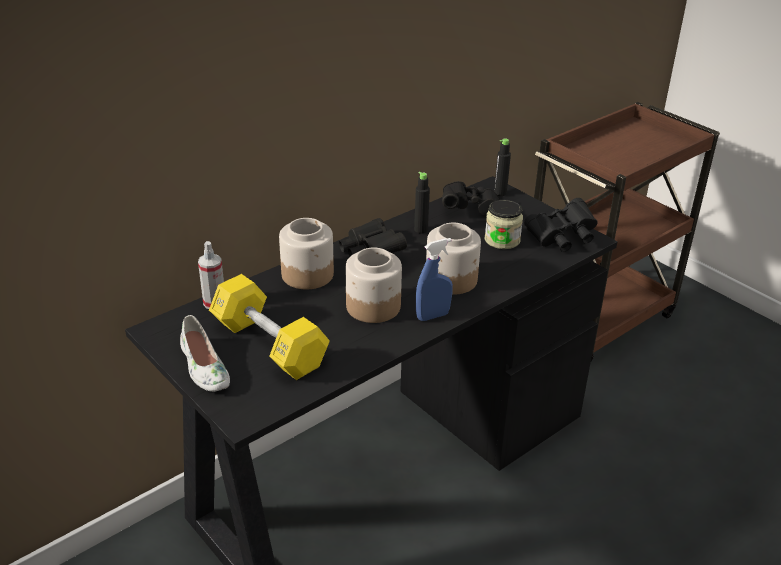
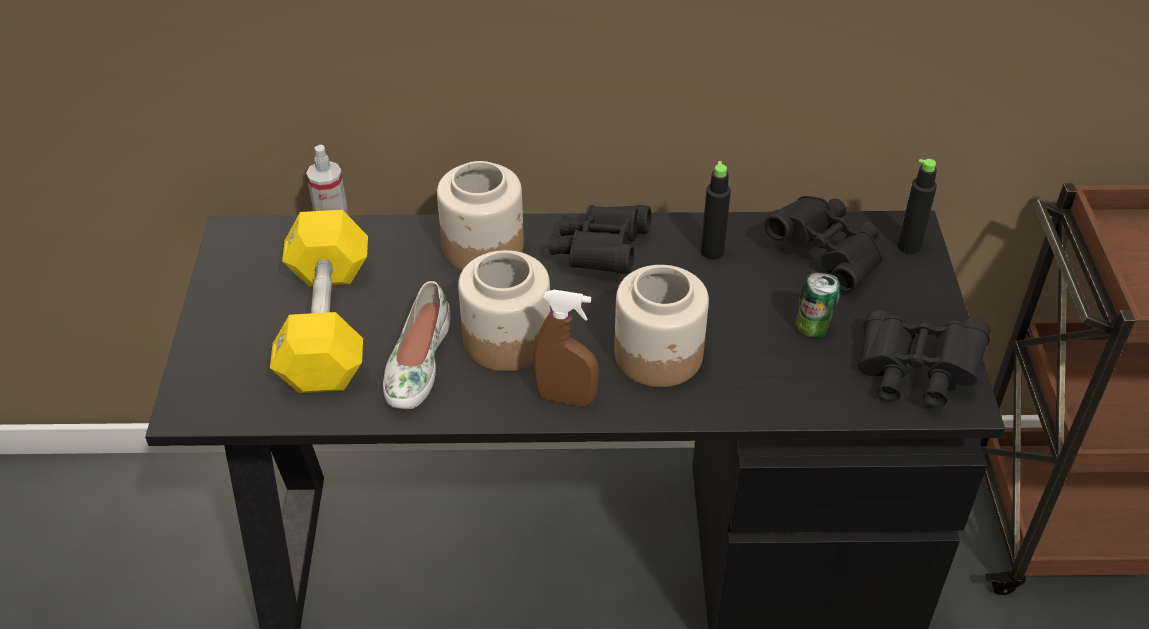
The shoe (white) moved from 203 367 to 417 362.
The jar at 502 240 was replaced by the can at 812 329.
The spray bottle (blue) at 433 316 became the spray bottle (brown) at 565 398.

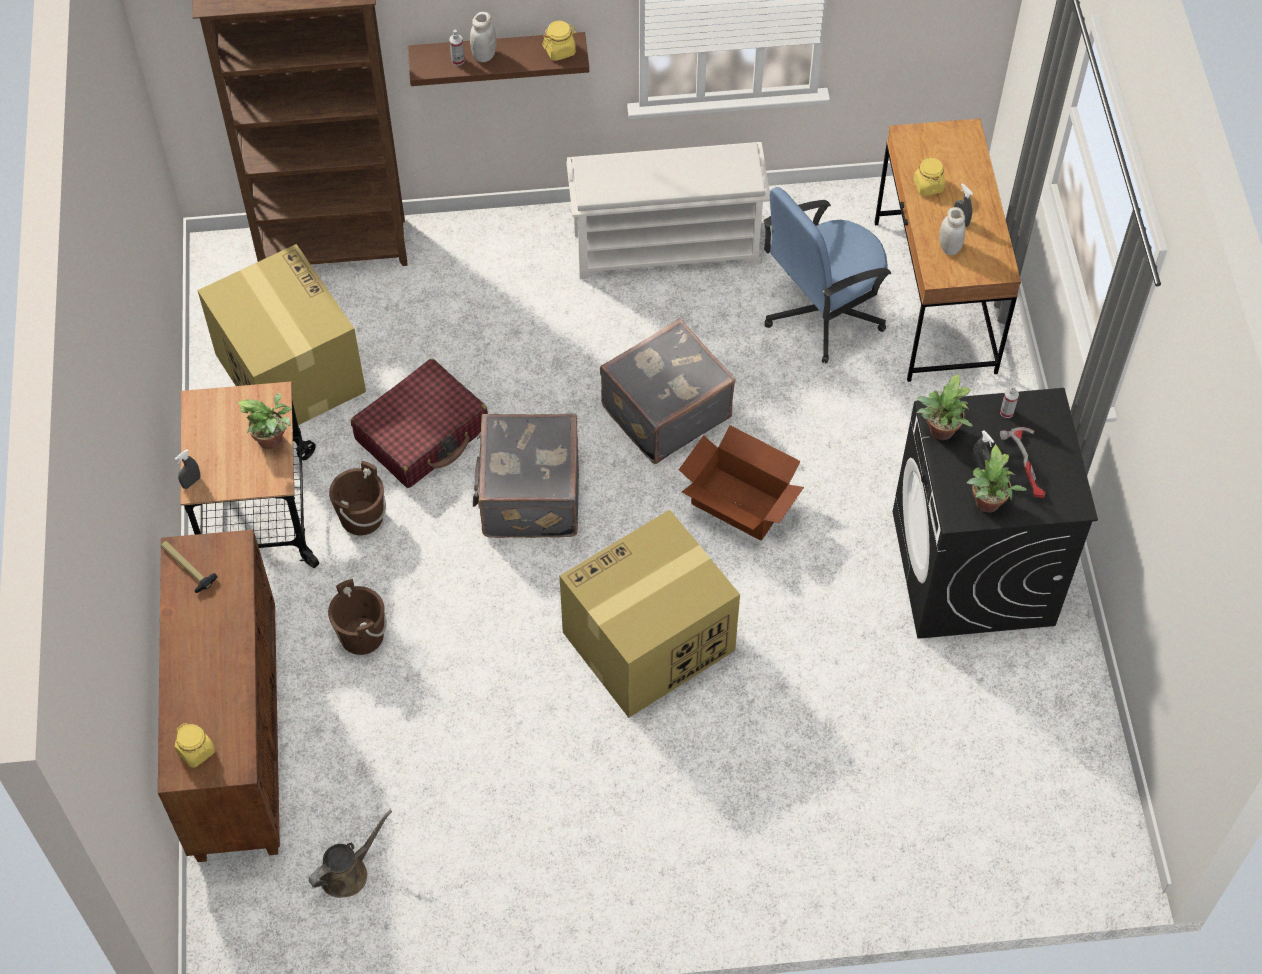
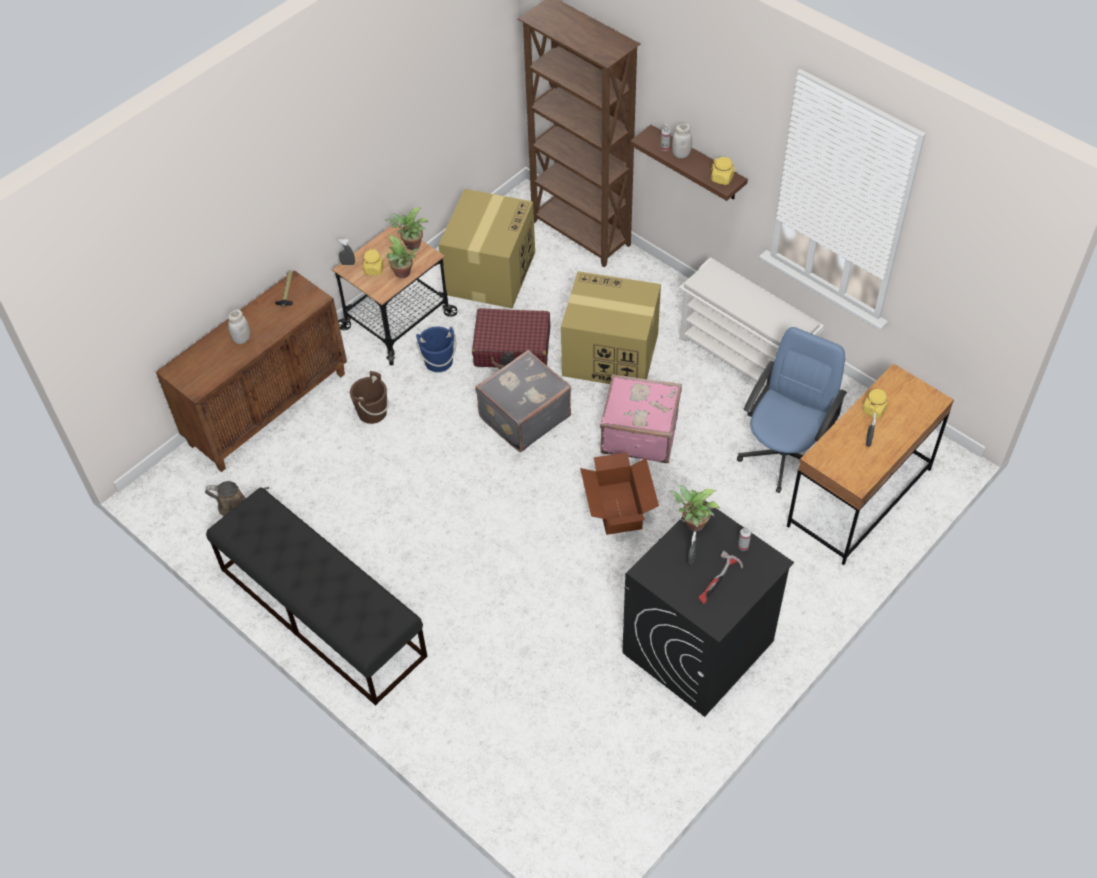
The bench (black) at 321 612 appeared.
The jar (yellow) moved from 196 751 to 374 270.
The cardboard box moved from 647 643 to 609 355.
The jar (white) moved from 949 247 to 242 339.
The potted plant moved from 987 505 to 411 245.
The bucket (brown) at 361 517 became the bucket (blue) at 438 361.
The suitcase (grey) at 664 411 became the suitcase (pink) at 639 433.
The office chair (blue) at 822 313 turned 105 degrees clockwise.

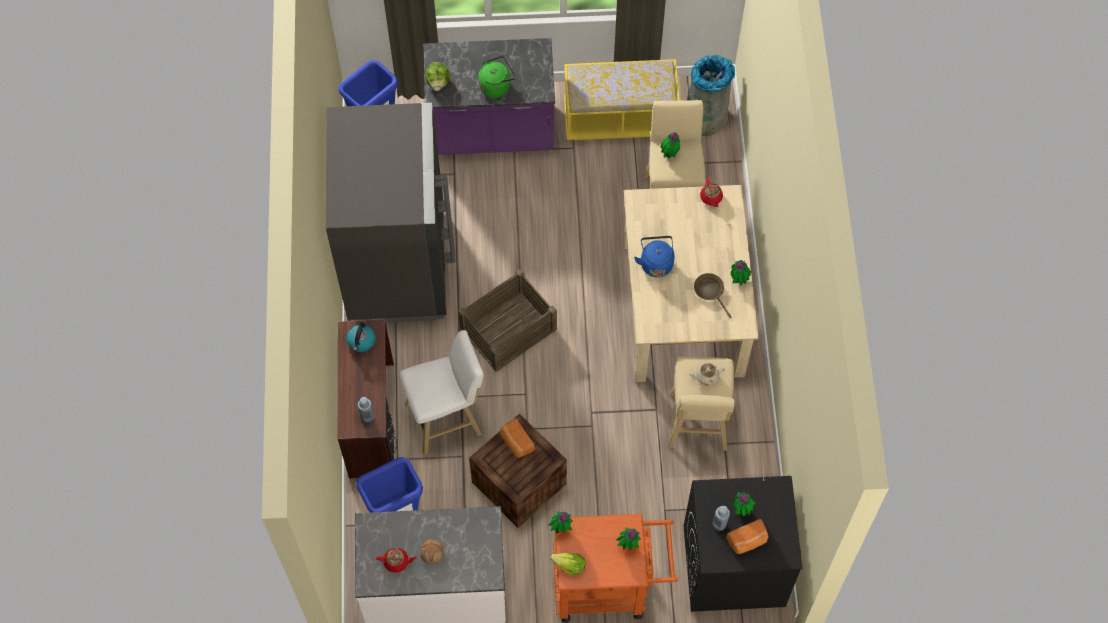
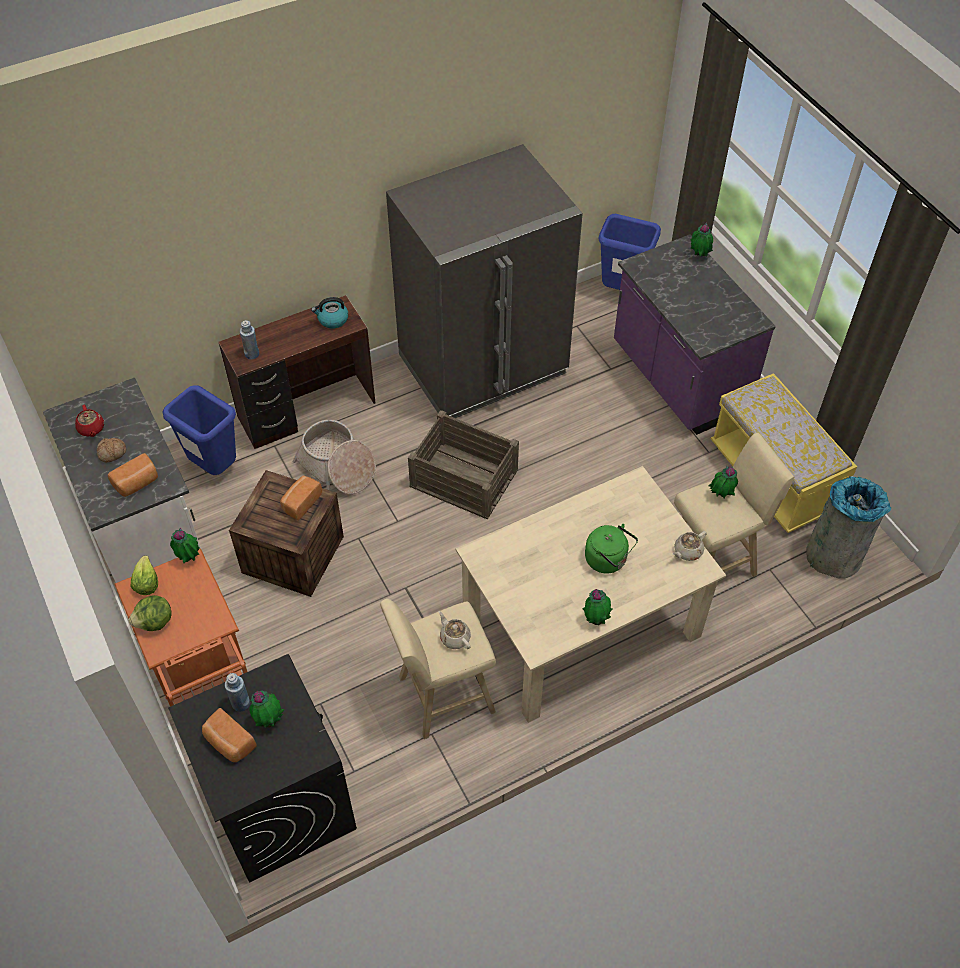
The kettle (blue) at 656 263 disappeared.
The frying pan (brown) at 710 291 disappeared.
The bread at 137 483 appeared.
The lettuce moved from 438 82 to 155 622.
The kettle (green) moved from 496 85 to 608 560.
The potted plant moved from 628 545 to 699 256.
The stool (white) at 447 418 was replaced by the basket at 337 467.
The teapot (red) at 711 198 became the teapot (beige) at 687 551.

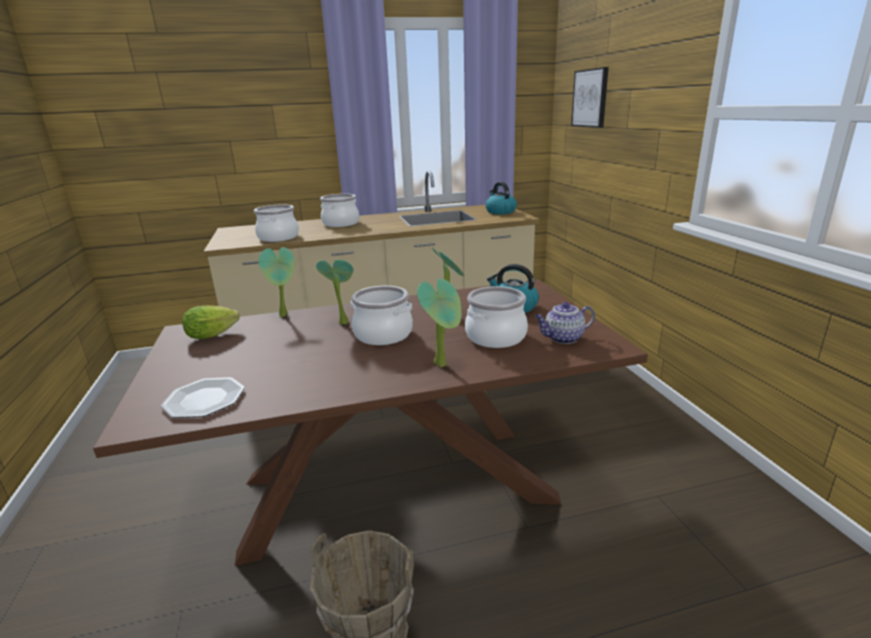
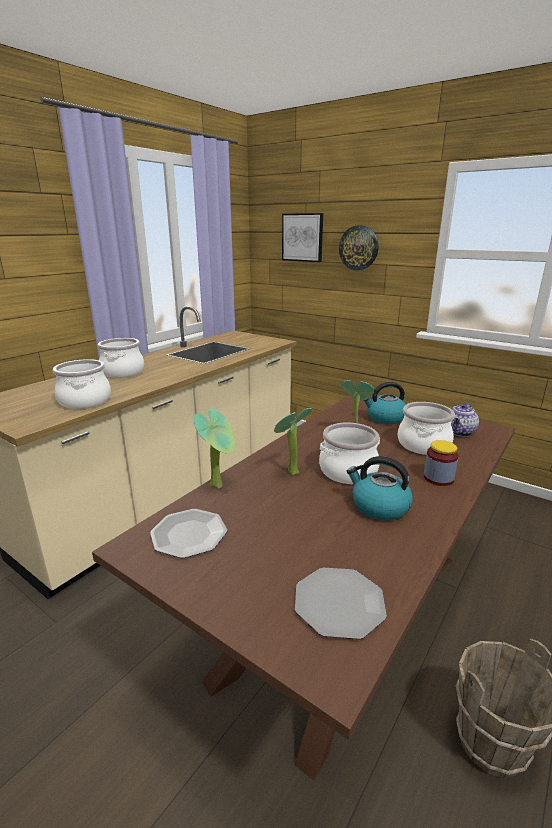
The wall clock at 358 248 appeared.
The kettle moved from 500 211 to 379 506.
The lettuce at 215 335 was replaced by the plate at 188 534.
The potted plant at 443 364 was replaced by the jar at 438 478.

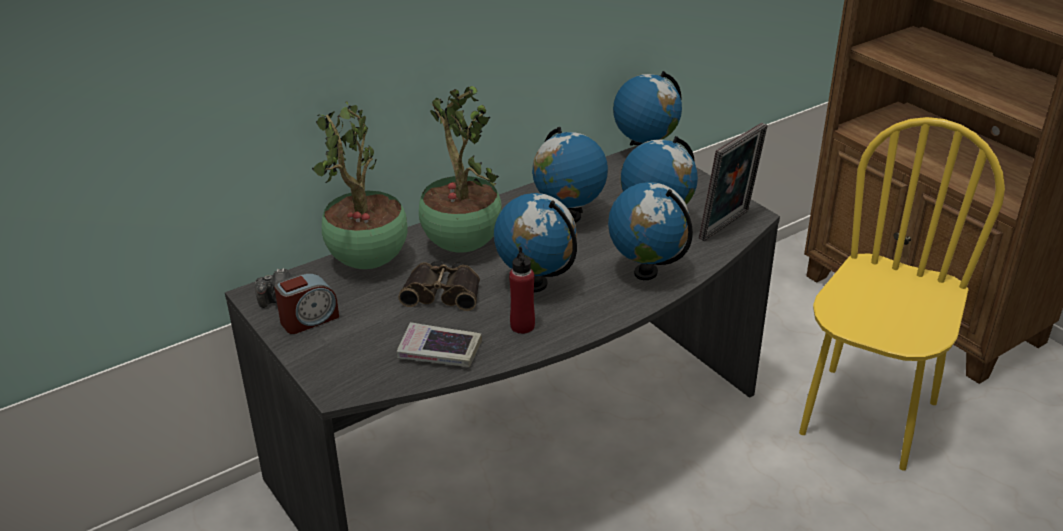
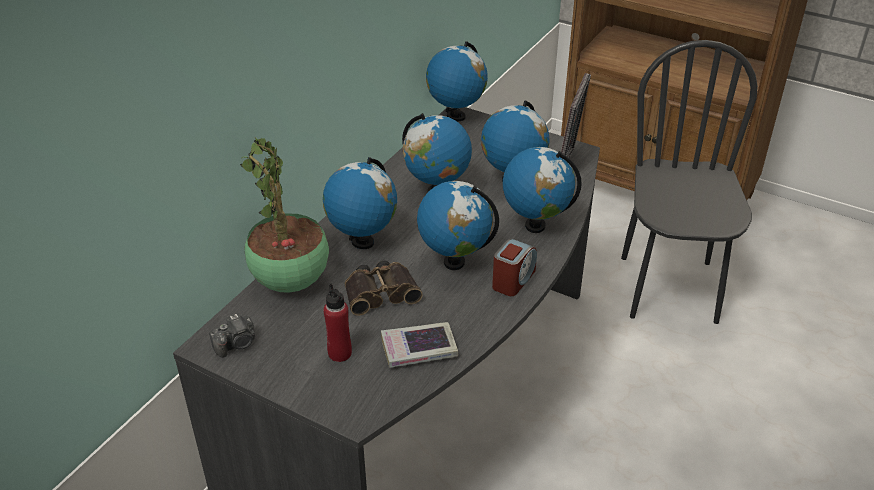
The alarm clock moved from 309 319 to 513 280.
The bottle (red) moved from 522 326 to 340 353.
The potted plant at 460 244 was replaced by the globe at 362 242.
The chair (yellow) at 867 417 became the chair (black) at 669 289.

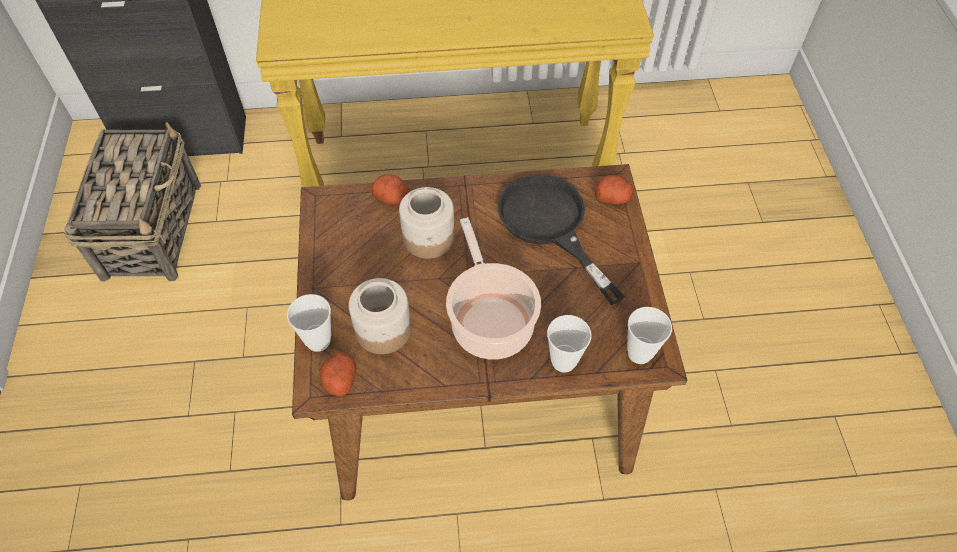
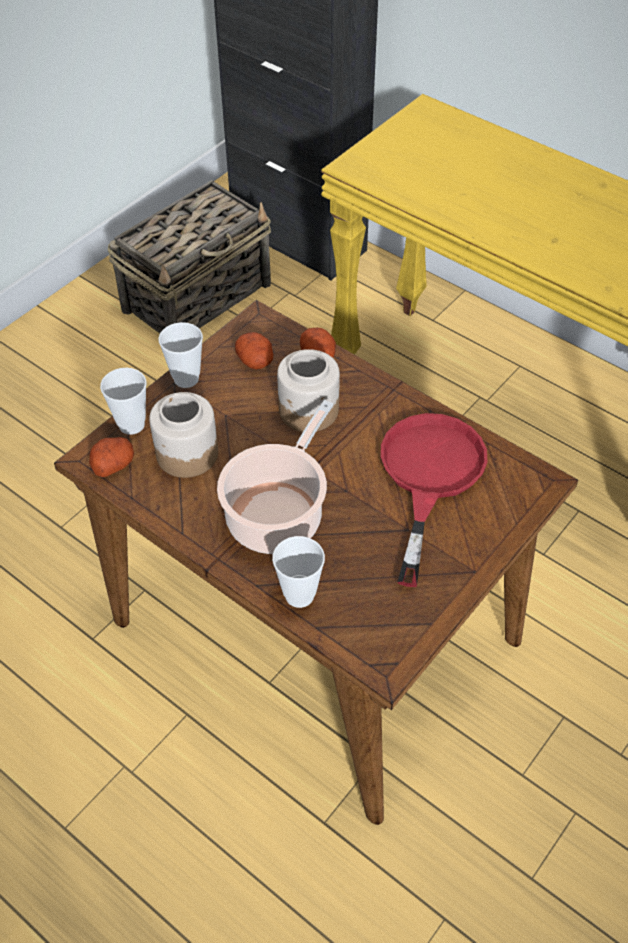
The potato moved from 613 197 to 256 361.
The cup moved from 639 353 to 186 379.
The frying pan (black) at 550 225 became the frying pan (red) at 428 477.

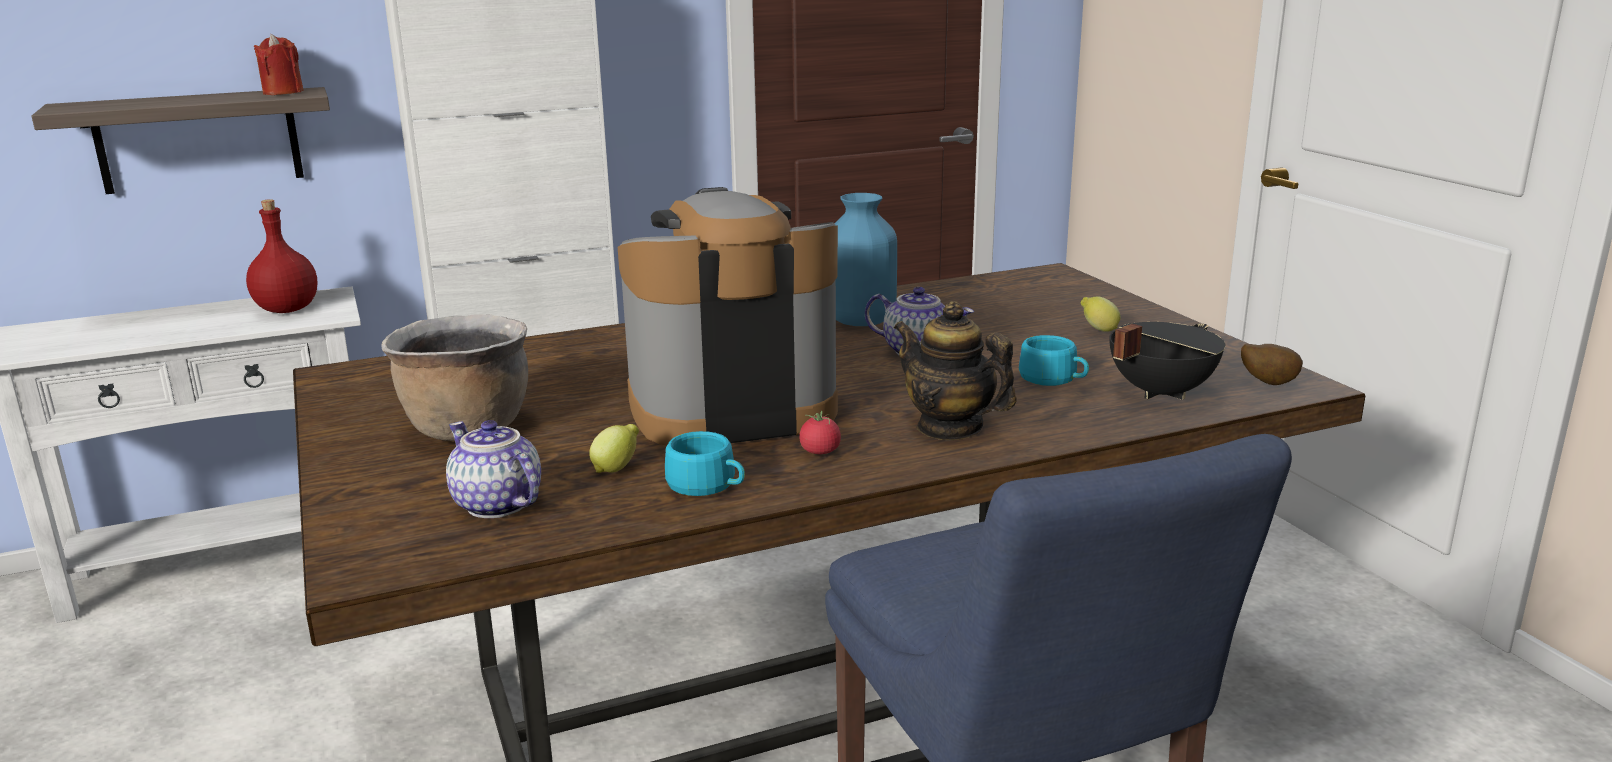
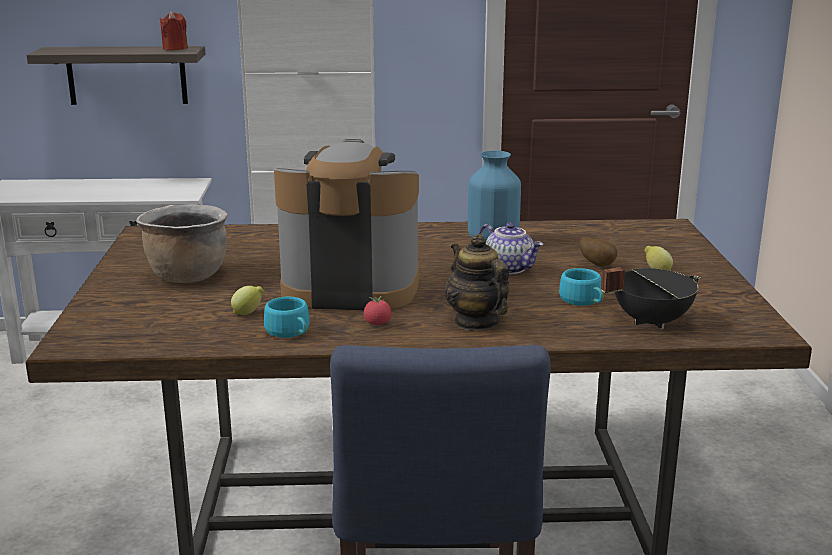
The bottle (red) at 287 309 disappeared.
The teapot at 495 505 disappeared.
The potato moved from 1267 383 to 598 264.

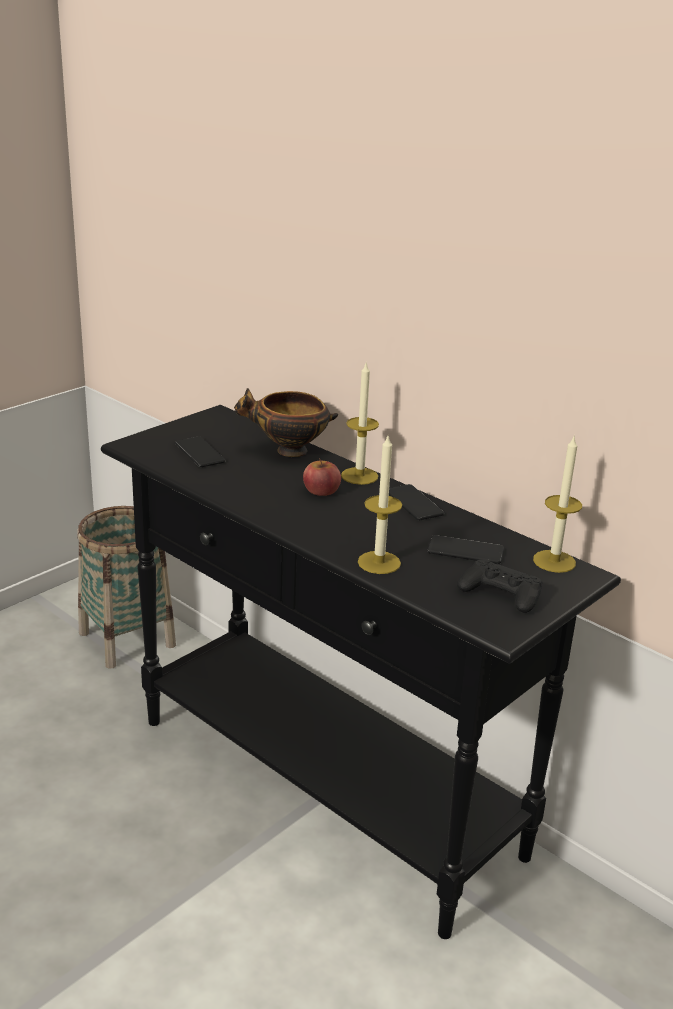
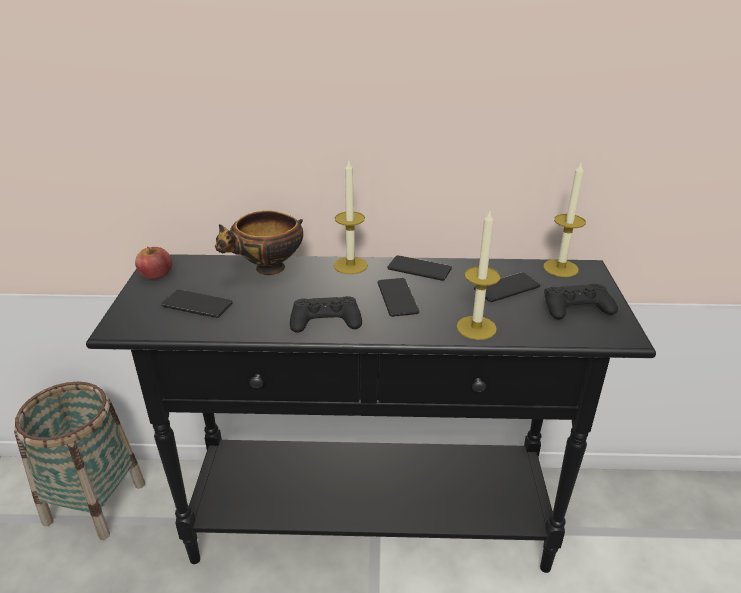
The game controller (black) at 325 321 appeared.
The phone at 397 298 appeared.
The apple moved from 321 490 to 156 273.

